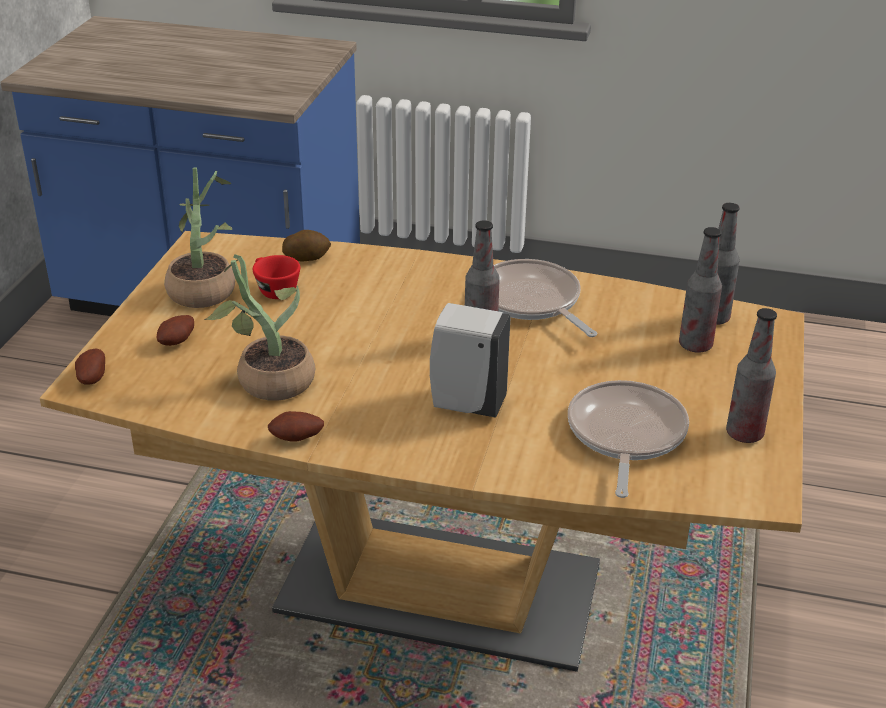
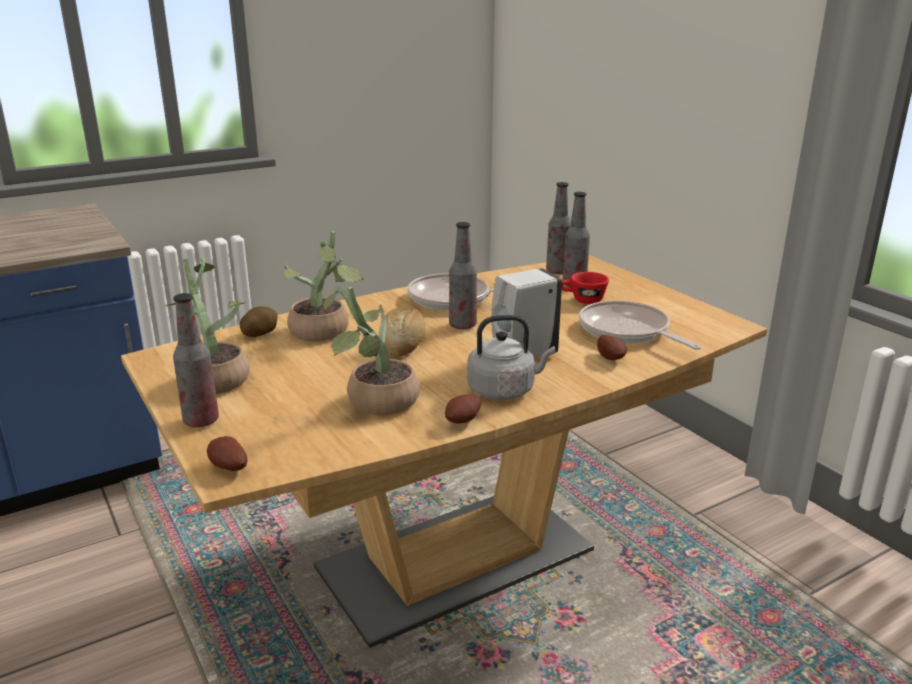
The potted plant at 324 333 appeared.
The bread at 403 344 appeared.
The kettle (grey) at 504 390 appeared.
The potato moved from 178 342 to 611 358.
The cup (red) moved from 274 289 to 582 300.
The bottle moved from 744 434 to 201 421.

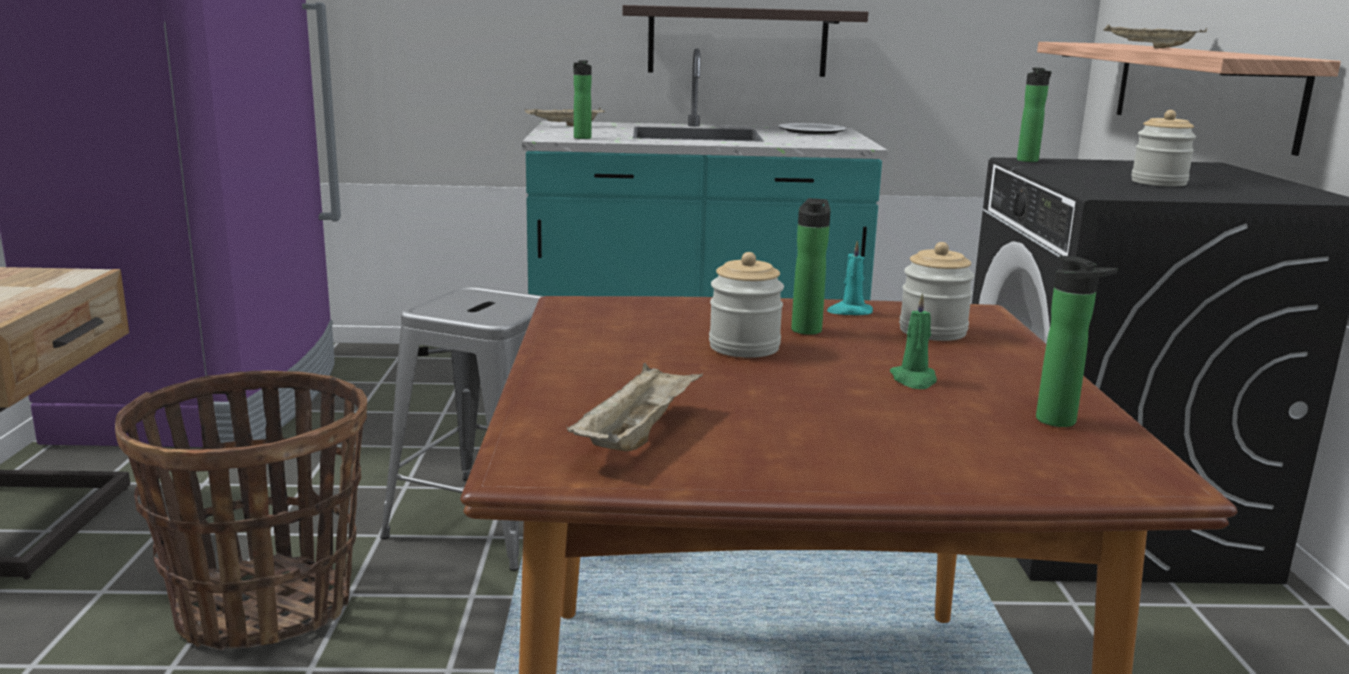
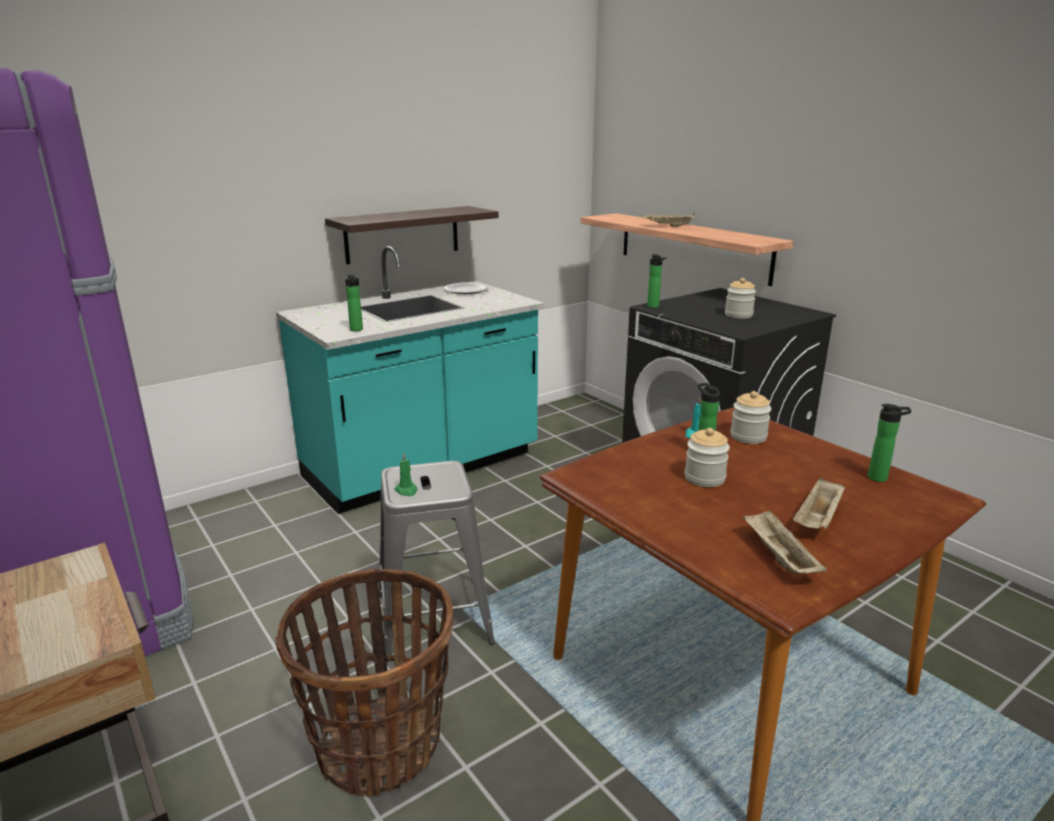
The tray (beige) moved from 564 126 to 818 520.
The candle (green) moved from 914 380 to 406 490.

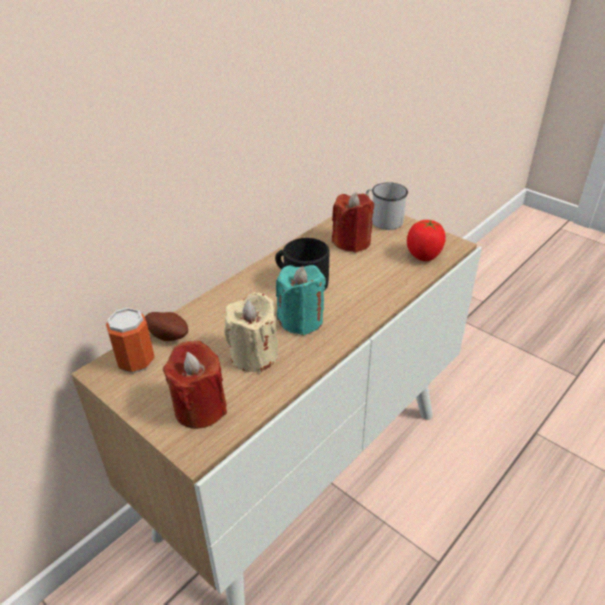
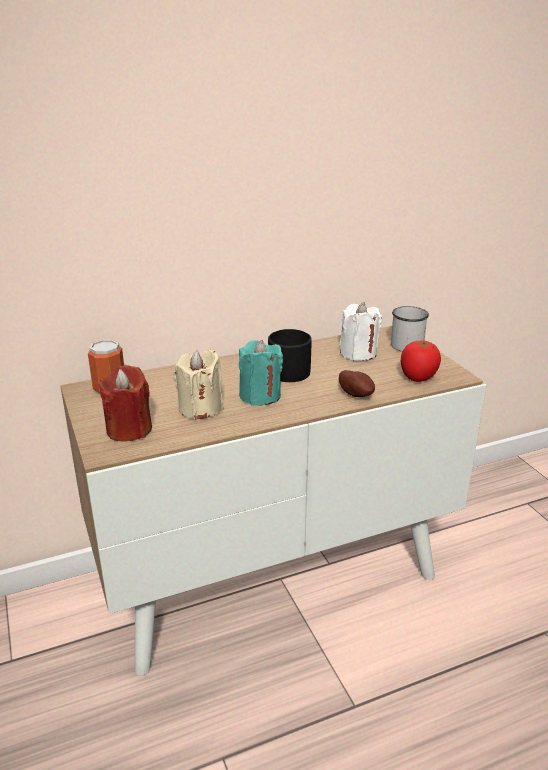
The potato moved from 169 335 to 356 394.
The candle (red) at 352 242 became the candle (white) at 358 353.

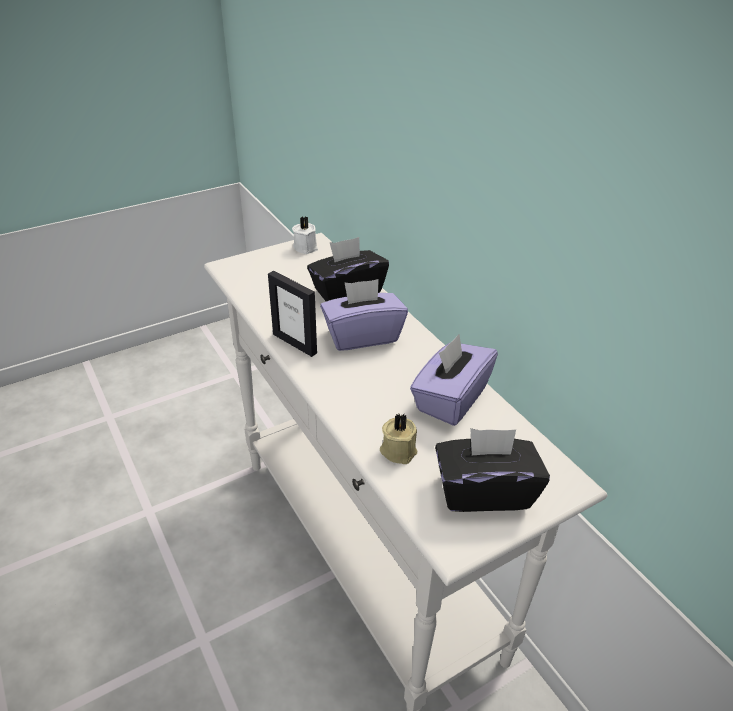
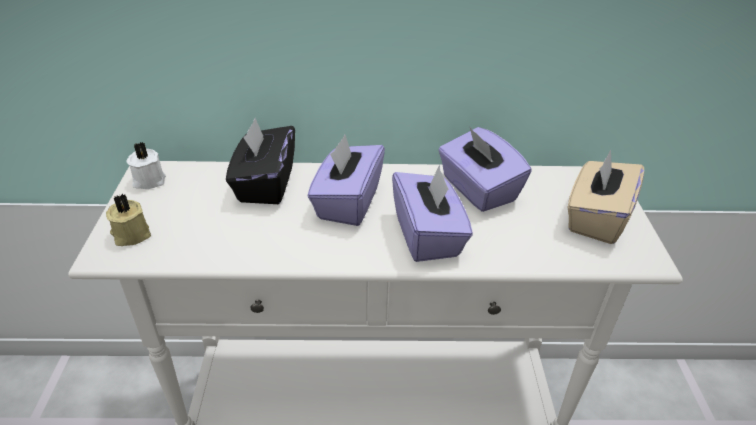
The picture frame at 295 343 disappeared.
The tissue box (purple) at 428 235 appeared.
The candle (beige) moved from 398 450 to 131 234.
The tissue box (black) at 484 491 became the tissue box (beige) at 596 218.

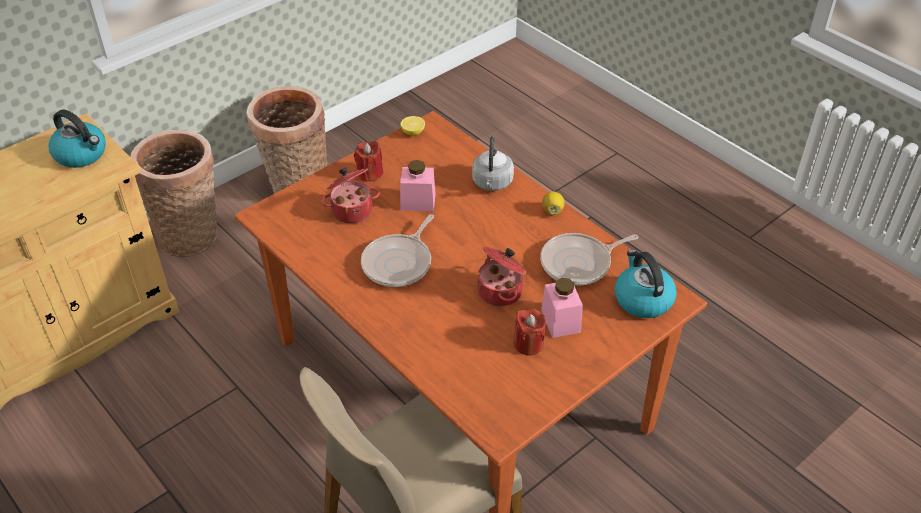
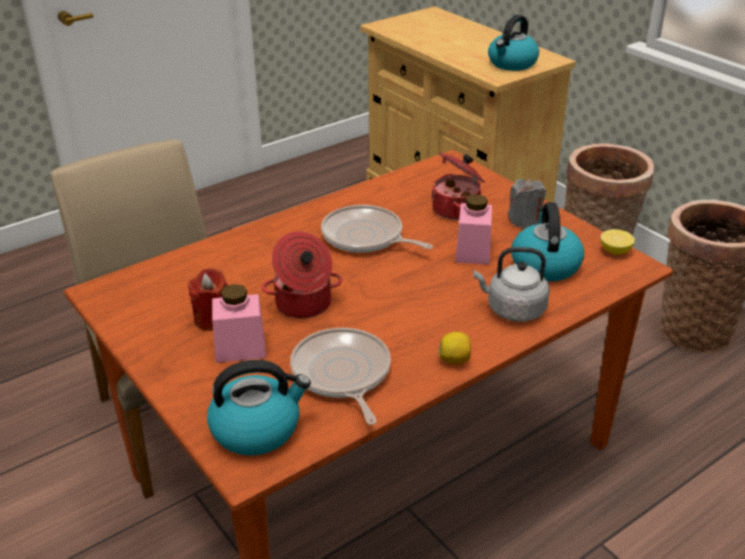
The kettle at 545 264 appeared.
The candle (red) at 370 173 became the candle (grey) at 524 220.

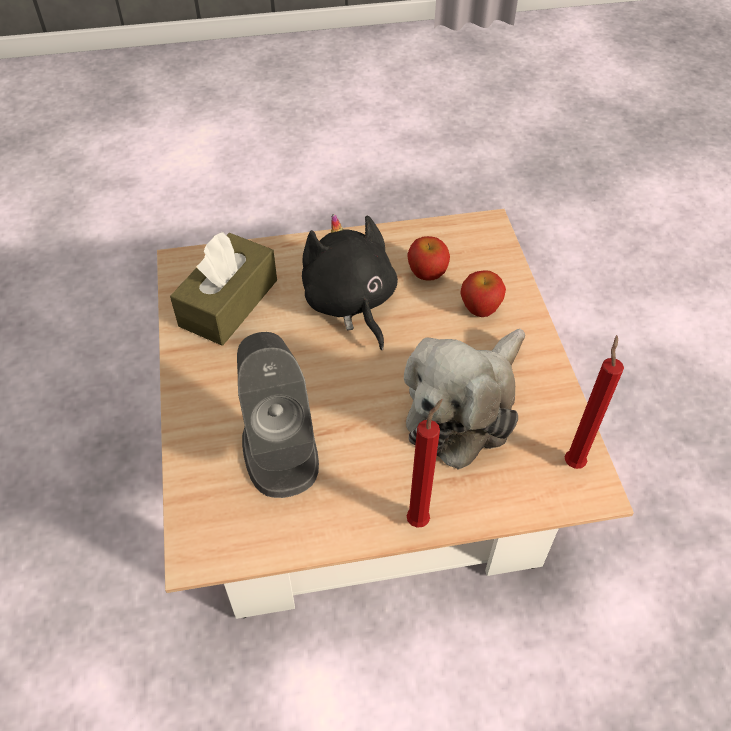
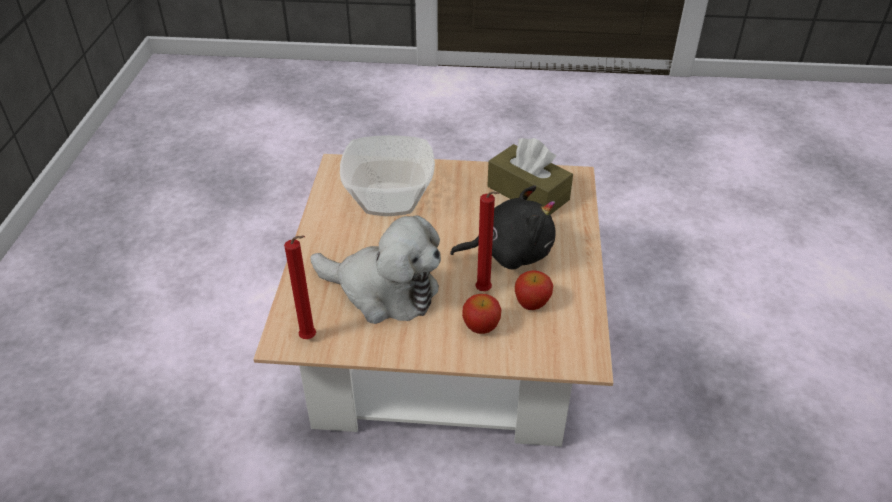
The candle (red) moved from 420 518 to 485 292.
The speaker (grey) at 279 450 was replaced by the bowl at 390 201.
The plush toy at 464 408 turned 150 degrees clockwise.

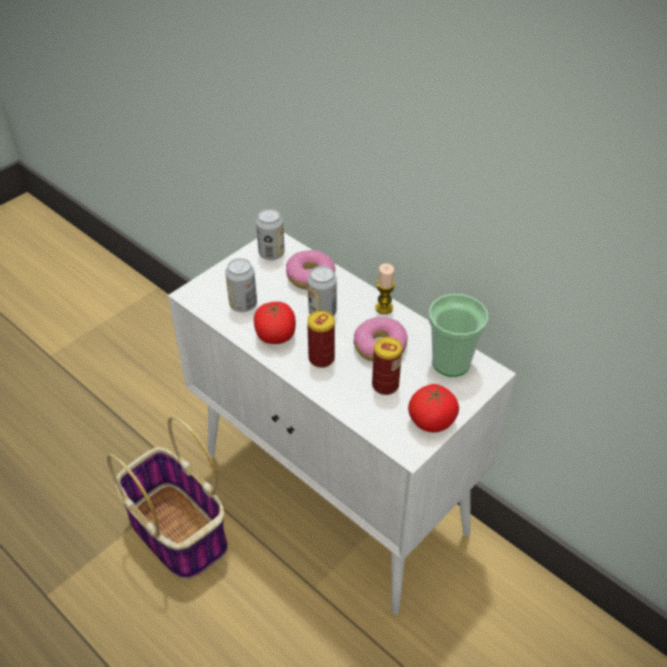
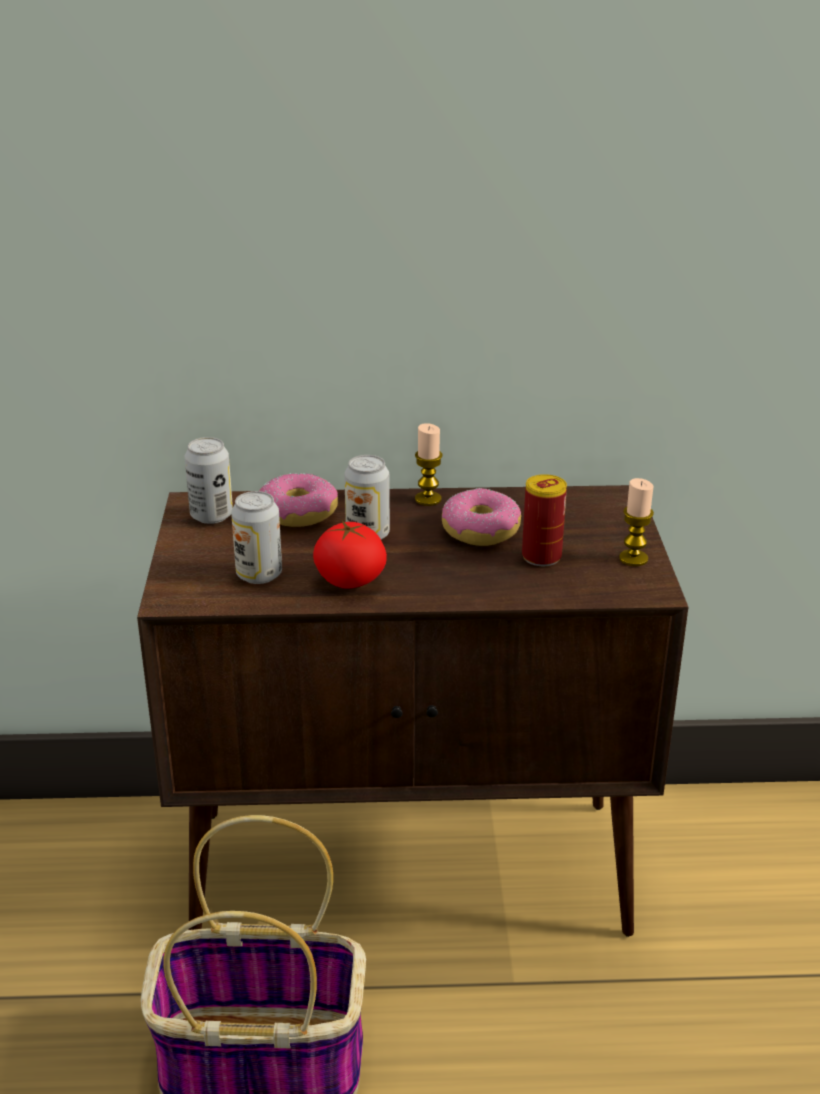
The can at 321 358 disappeared.
The cup at 451 362 disappeared.
The tomato at 431 421 was replaced by the candle at 633 558.
The cabinet (white) at 336 495 became the cabinet (brown) at 413 871.

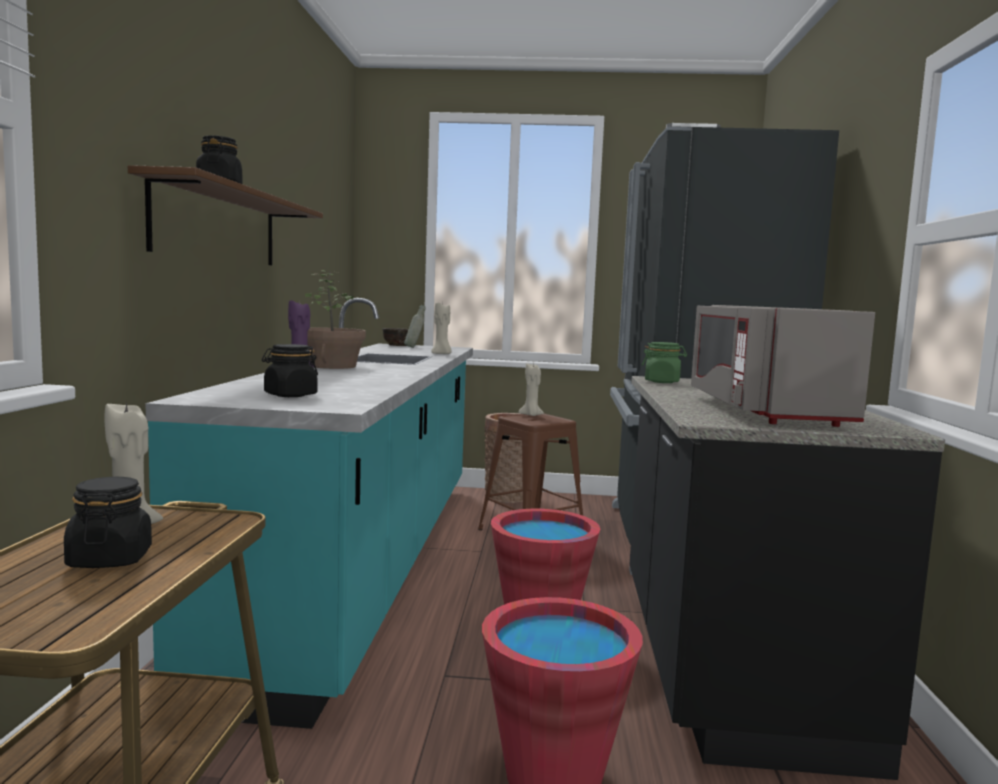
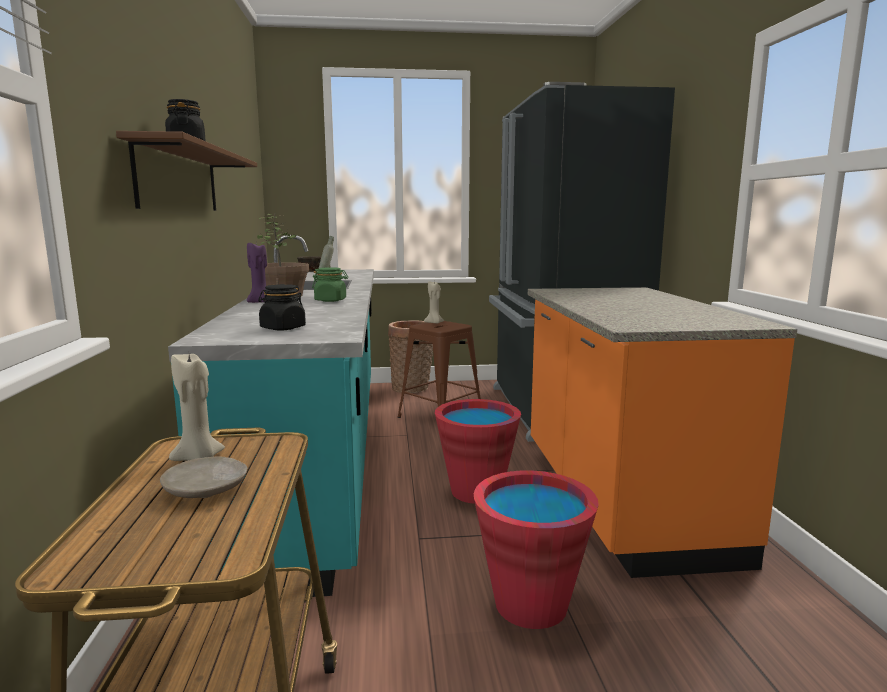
The candle (beige) at 441 354 disappeared.
The microwave (grey) at 763 410 disappeared.
The jar (green) moved from 662 382 to 331 300.
The jar (black) at 110 559 was replaced by the plate (beige) at 206 489.
The counter (black) at 726 662 became the counter (orange) at 620 500.

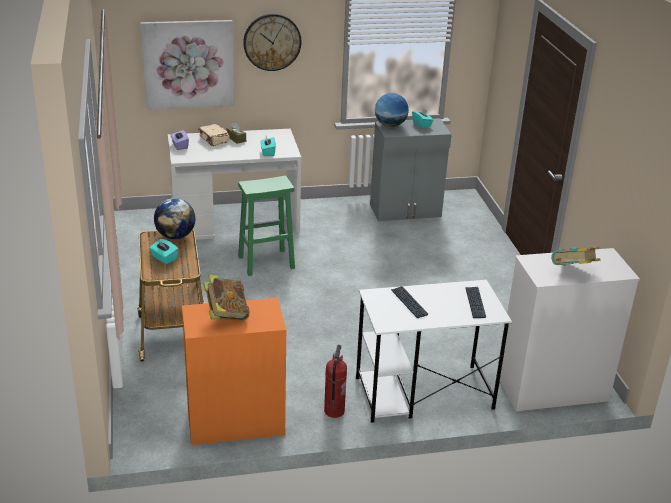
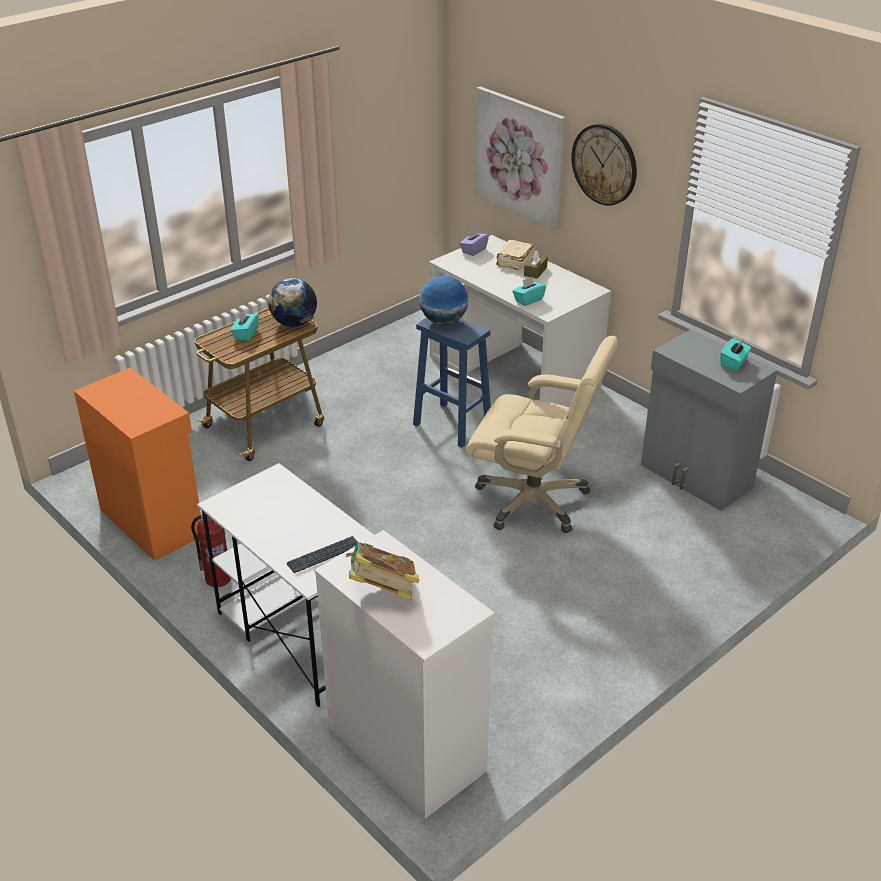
The book at 226 314 disappeared.
The keyboard at 409 303 disappeared.
The office chair (beige) at 534 500 appeared.
The globe moved from 390 125 to 443 321.
The stool (green) at 265 263 became the stool (blue) at 451 424.

